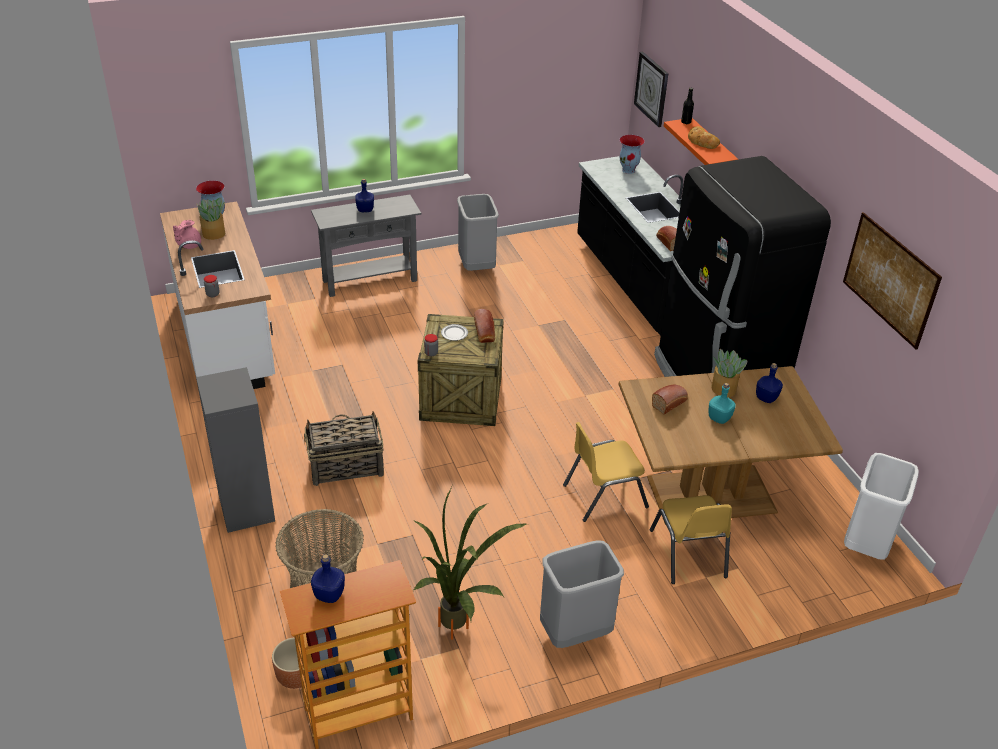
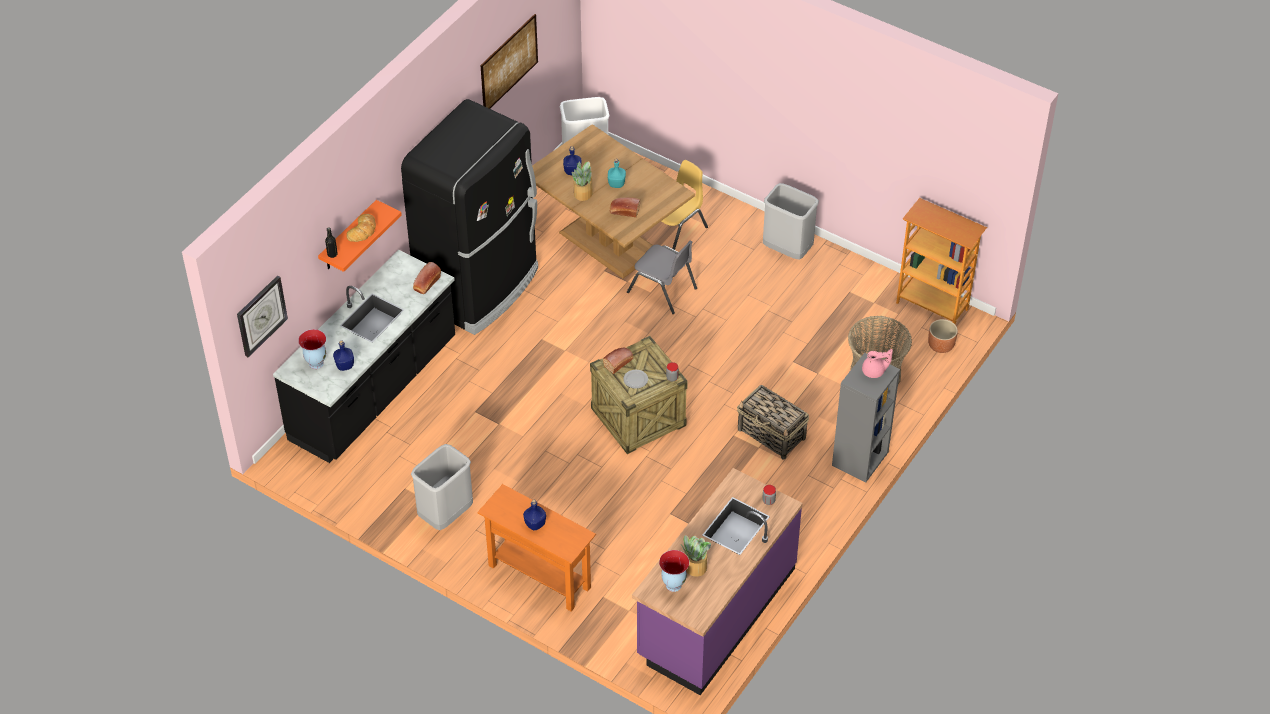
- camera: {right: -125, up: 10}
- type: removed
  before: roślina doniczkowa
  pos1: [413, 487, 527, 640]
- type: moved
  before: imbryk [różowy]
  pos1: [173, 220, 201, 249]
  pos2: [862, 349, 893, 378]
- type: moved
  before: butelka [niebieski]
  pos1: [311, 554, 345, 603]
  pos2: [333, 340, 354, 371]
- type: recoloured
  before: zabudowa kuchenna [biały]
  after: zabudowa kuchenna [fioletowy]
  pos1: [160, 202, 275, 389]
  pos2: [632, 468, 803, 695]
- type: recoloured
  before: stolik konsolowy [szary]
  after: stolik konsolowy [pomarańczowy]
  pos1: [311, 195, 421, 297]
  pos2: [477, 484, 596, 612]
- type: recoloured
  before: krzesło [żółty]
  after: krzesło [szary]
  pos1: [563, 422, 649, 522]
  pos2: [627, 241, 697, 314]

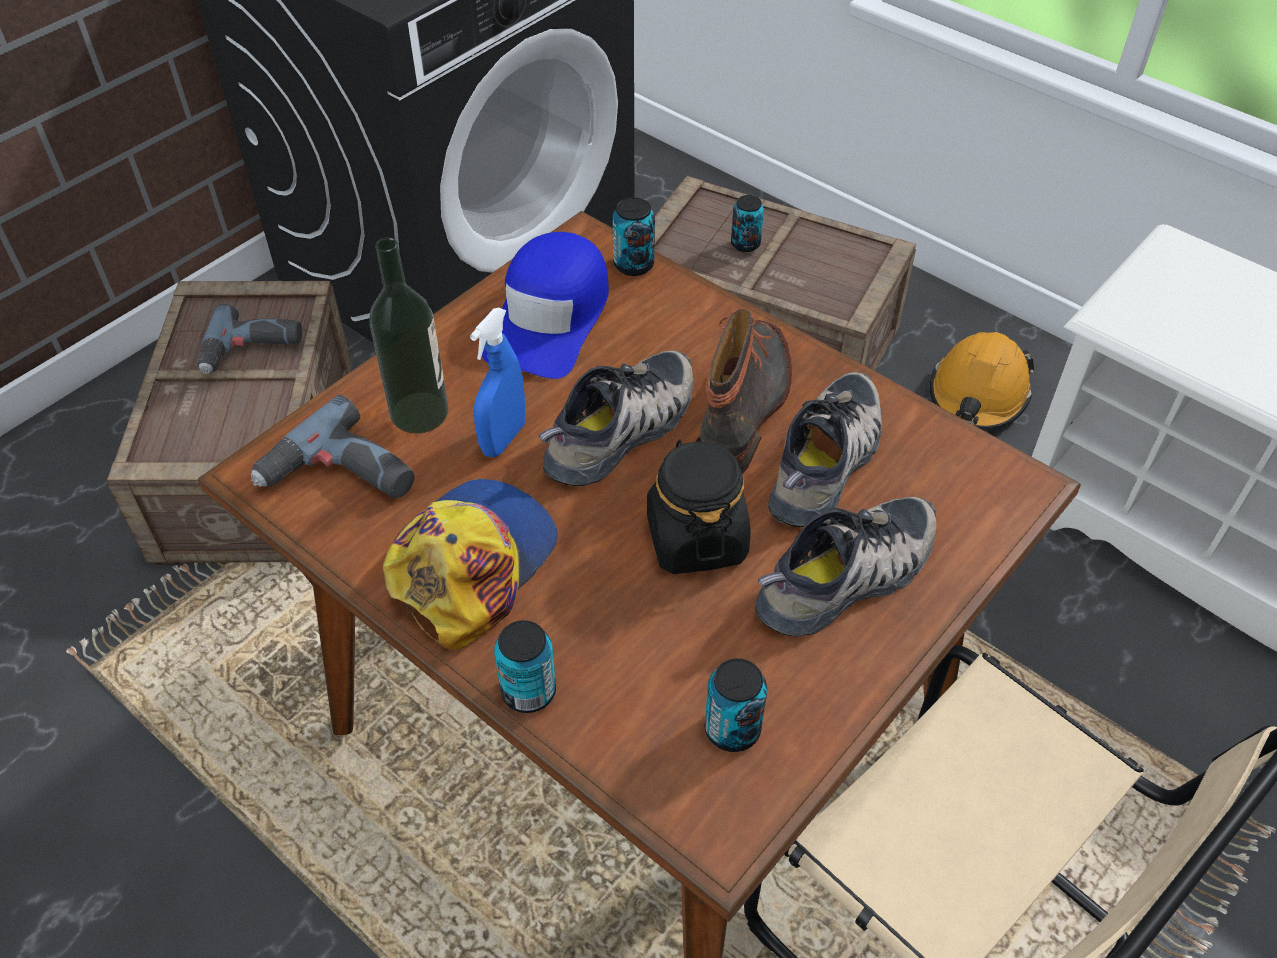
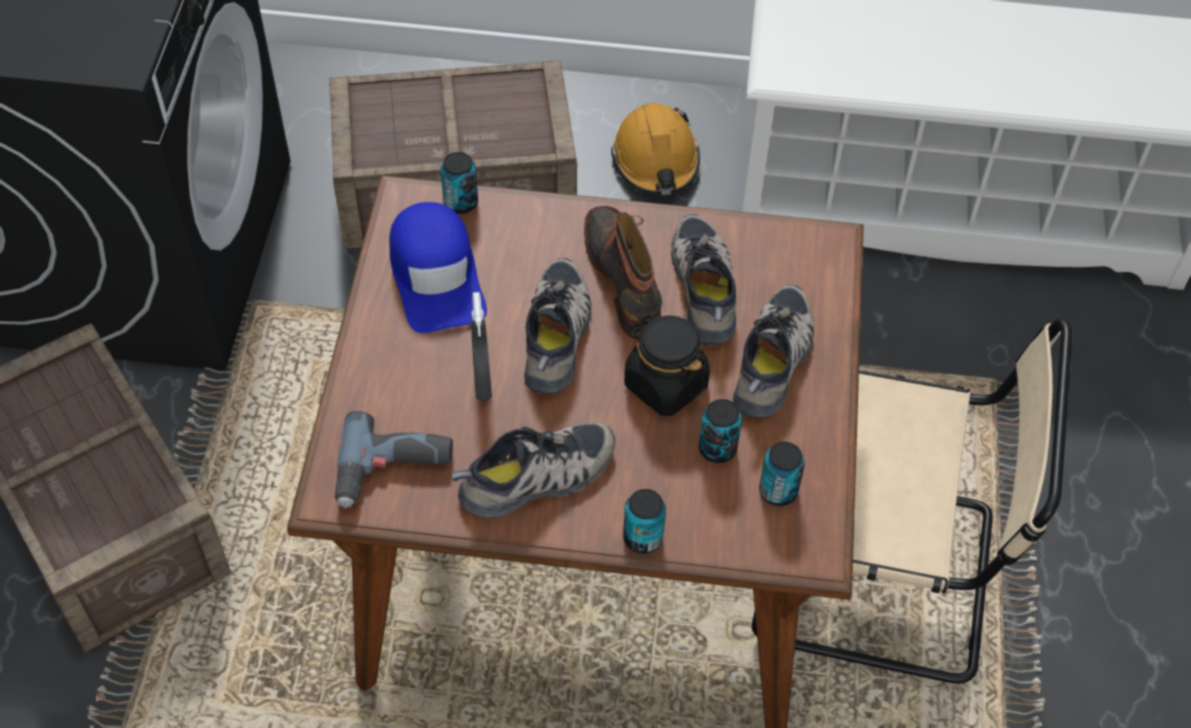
- camera: {right: -35, up: 5}
- type: removed
  before: wiertarka
  pos1: [197, 304, 302, 374]
- type: removed
  before: butelka
  pos1: [369, 238, 448, 434]
- type: moved
  before: puszka
  pos1: [731, 195, 764, 252]
  pos2: [699, 399, 742, 463]
- type: replaced
  before: czapka z daszkiem
  after: but
  pos1: [383, 479, 558, 650]
  pos2: [451, 423, 615, 518]
- type: recoloured
  before: spryskiwacz [niebieski]
  after: spryskiwacz [szary]
  pos1: [470, 307, 526, 457]
  pos2: [471, 292, 492, 402]

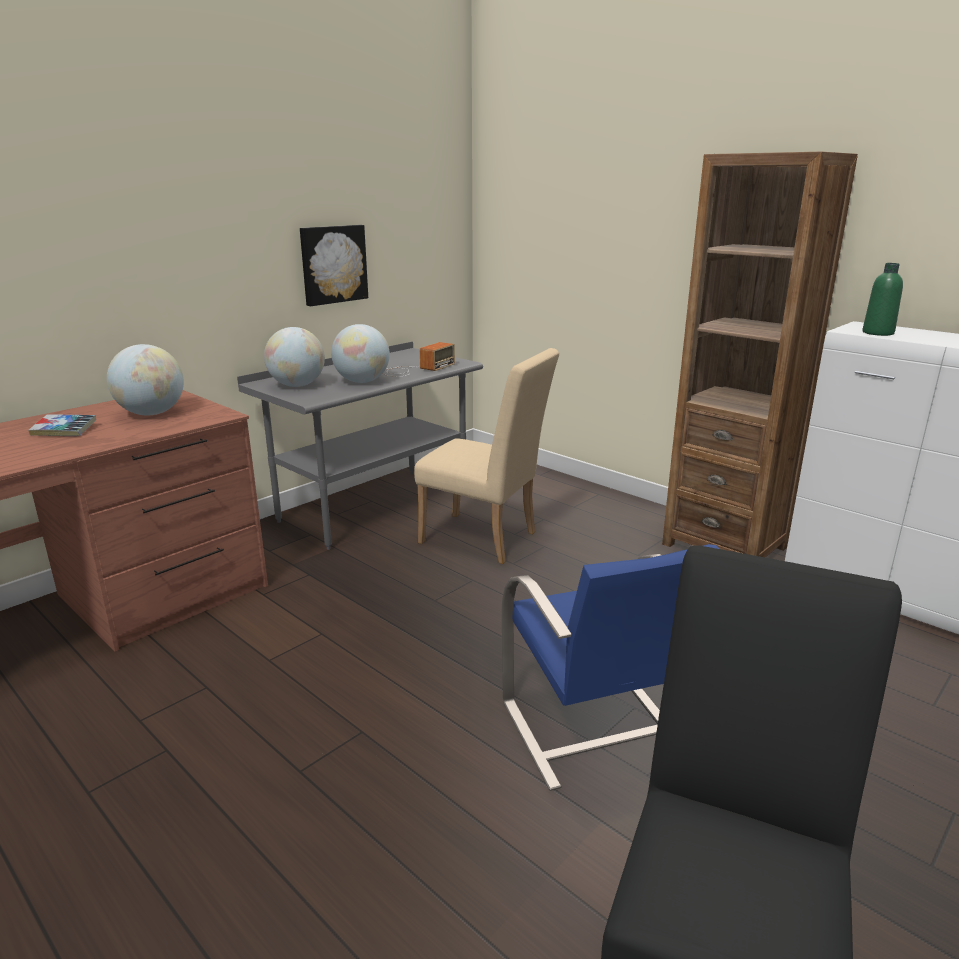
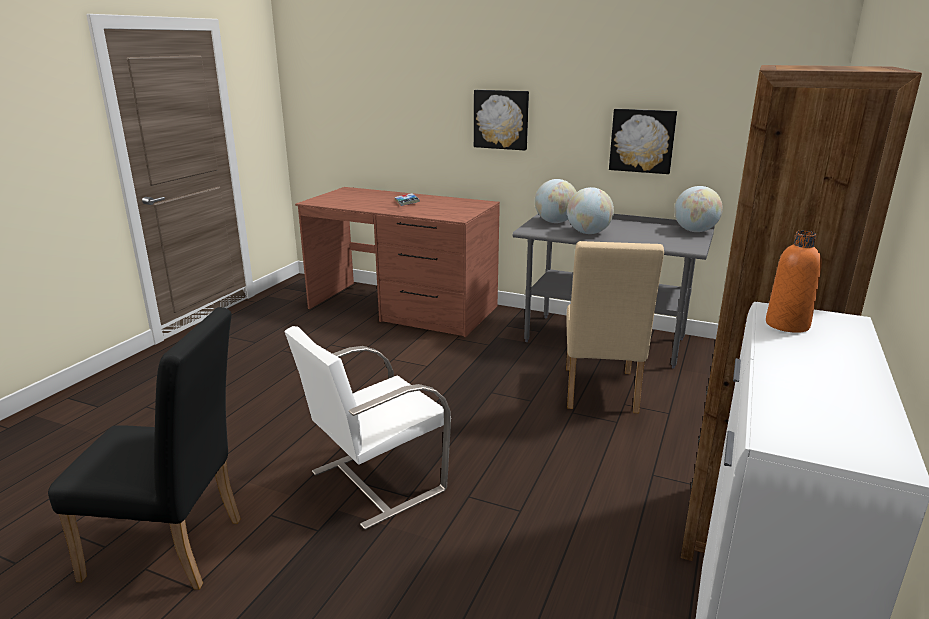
- camera: {right: 70, up: 0}
- type: removed
  before: radio
  pos1: [382, 342, 455, 377]
- type: added
  after: obraz
  pos2: [474, 90, 529, 151]
- type: moved
  before: globus
  pos1: [107, 344, 184, 415]
  pos2: [674, 186, 723, 232]
- type: recoloured
  before: krzesło [niebieski]
  after: krzesło [biały]
  pos1: [502, 544, 719, 791]
  pos2: [284, 326, 451, 530]
- type: recoloured
  before: butelka [zielony]
  after: butelka [pomarańczowy]
  pos1: [862, 263, 903, 336]
  pos2: [766, 231, 822, 333]

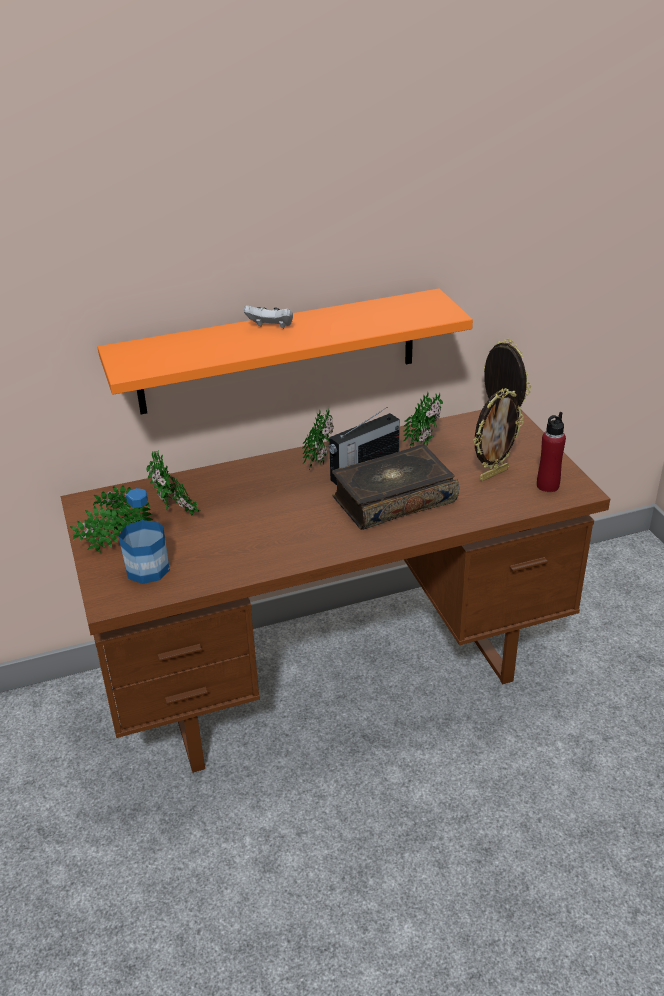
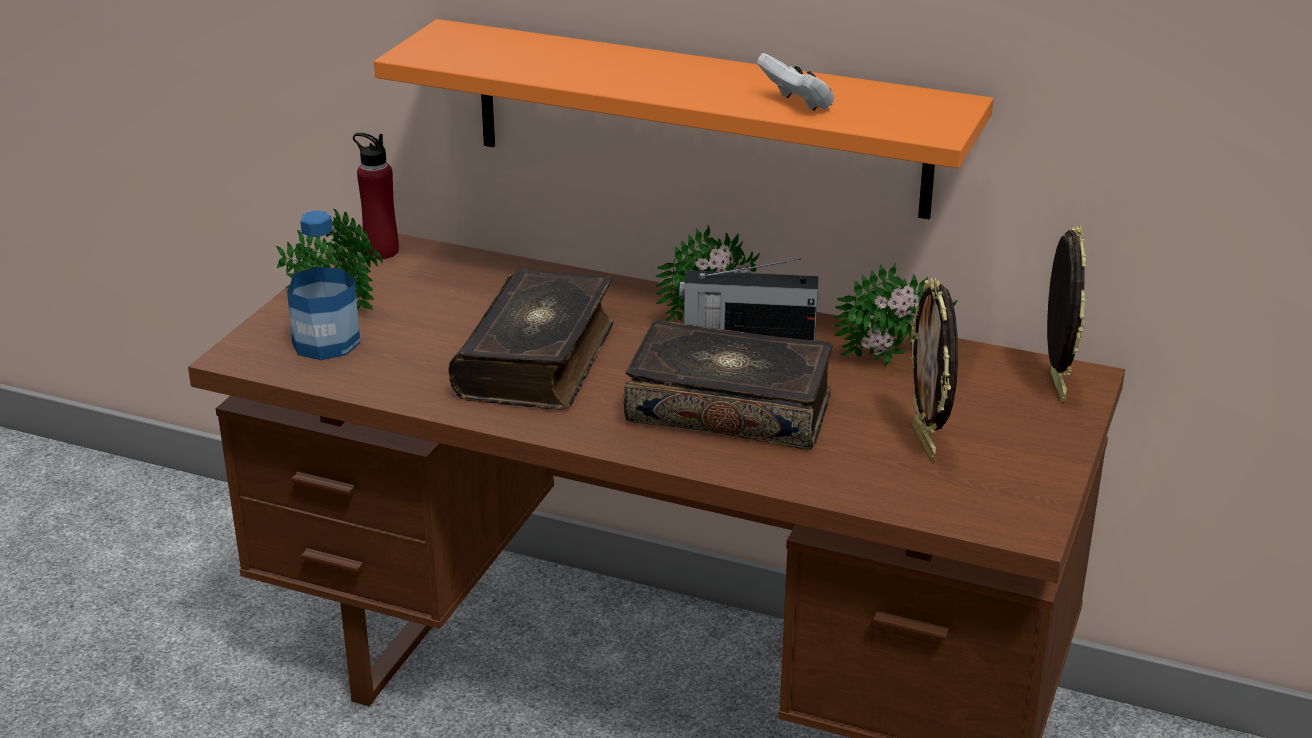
- camera: {right: 40, up: -5}
- type: removed
  before: roślina doniczkowa
  pos1: [147, 450, 200, 515]
- type: added
  after: książka
  pos2: [448, 269, 614, 410]
- type: moved
  before: pad do gier [biały]
  pos1: [244, 305, 293, 328]
  pos2: [757, 53, 834, 111]
- type: moved
  before: butelka [czerwony]
  pos1: [537, 412, 566, 492]
  pos2: [353, 133, 399, 259]
- type: turned
  before: ramka na zdjęcie
  pos1: [474, 388, 524, 481]
  pos2: [911, 278, 958, 461]
  turn: 75

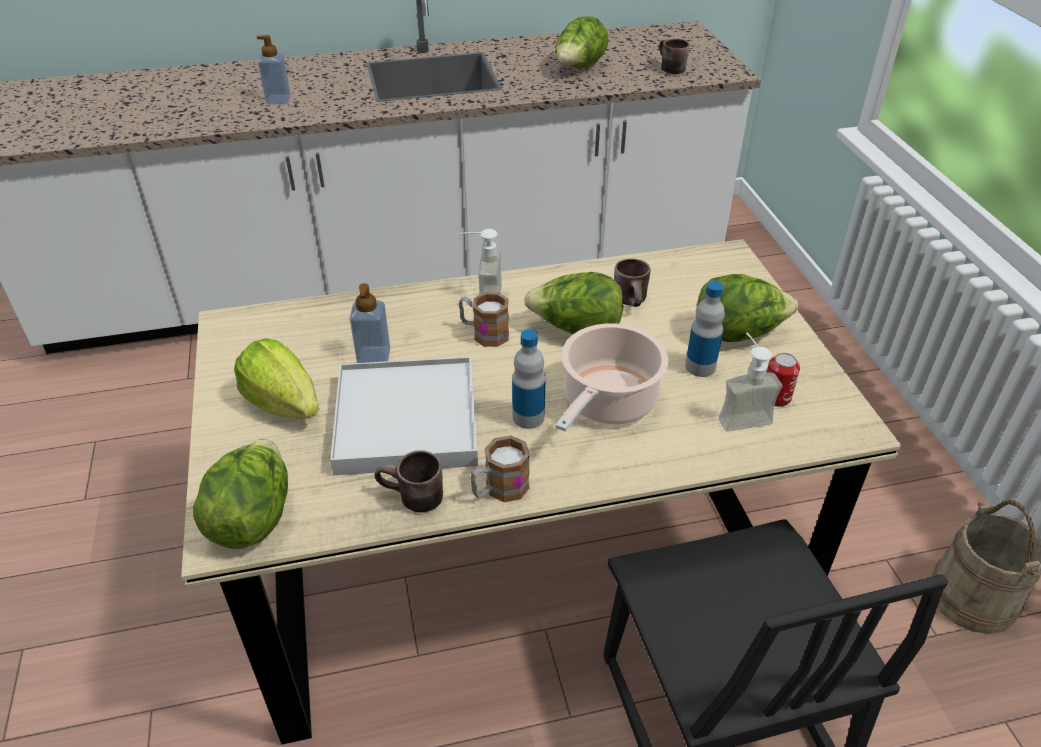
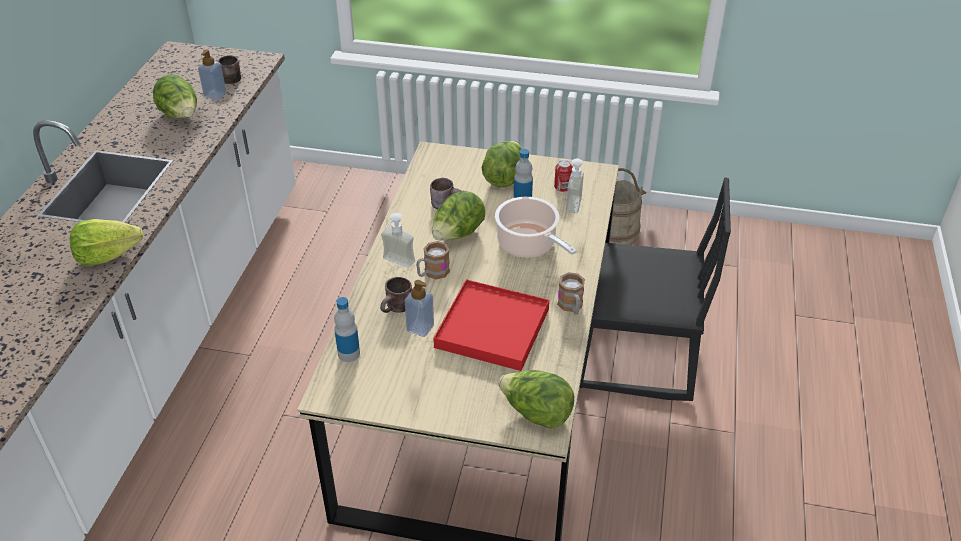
- camera: {right: -65, up: 0}
- type: moved
  before: sałata
  pos1: [234, 338, 319, 419]
  pos2: [69, 219, 143, 266]
- type: moved
  before: dozownik mydła
  pos1: [257, 35, 291, 104]
  pos2: [198, 49, 227, 100]
- type: moved
  before: kubek [brązowy]
  pos1: [374, 450, 443, 512]
  pos2: [380, 277, 412, 313]
- type: moved
  before: butelka
  pos1: [512, 329, 546, 429]
  pos2: [334, 297, 360, 362]
- type: recoloured
  before: taca [biały]
  after: taca [czerwony]
  pos1: [330, 357, 478, 475]
  pos2: [433, 279, 549, 371]

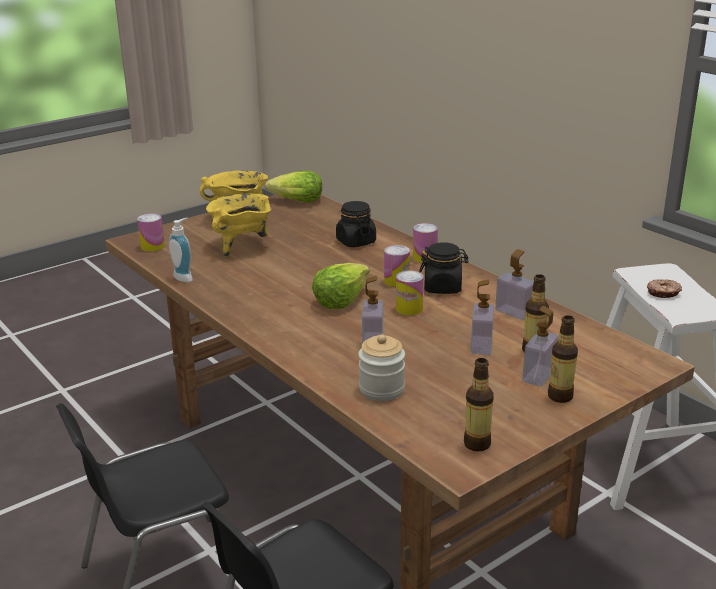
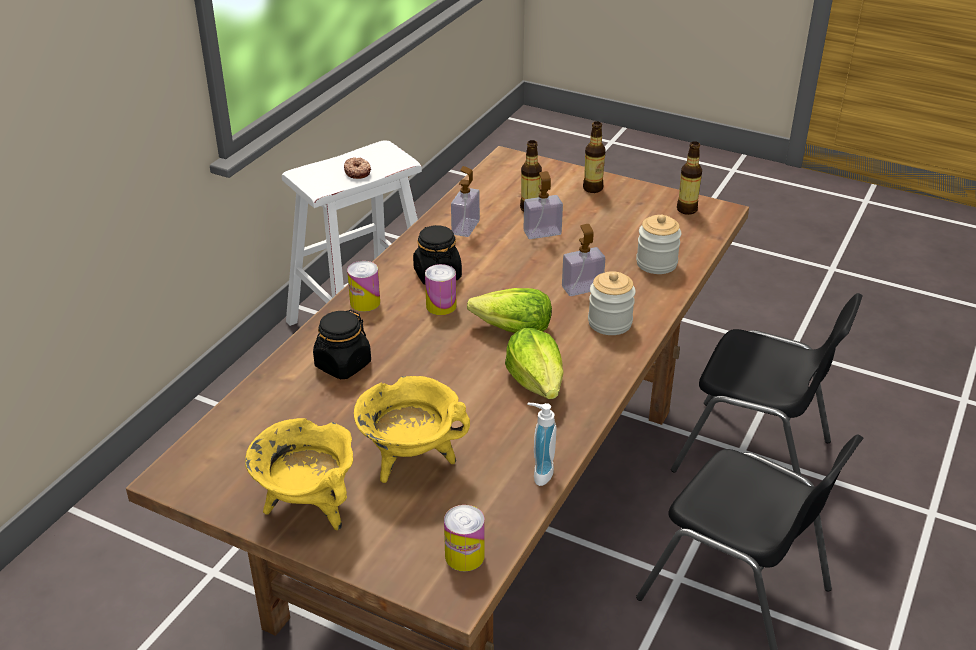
- camera: {right: -115, up: 10}
- type: removed
  before: puszka
  pos1: [396, 270, 424, 315]
- type: removed
  before: dozownik mydła
  pos1: [522, 306, 559, 387]
- type: added
  after: słoik
  pos2: [588, 271, 636, 335]
- type: moved
  before: sałata
  pos1: [265, 171, 322, 202]
  pos2: [505, 328, 564, 399]

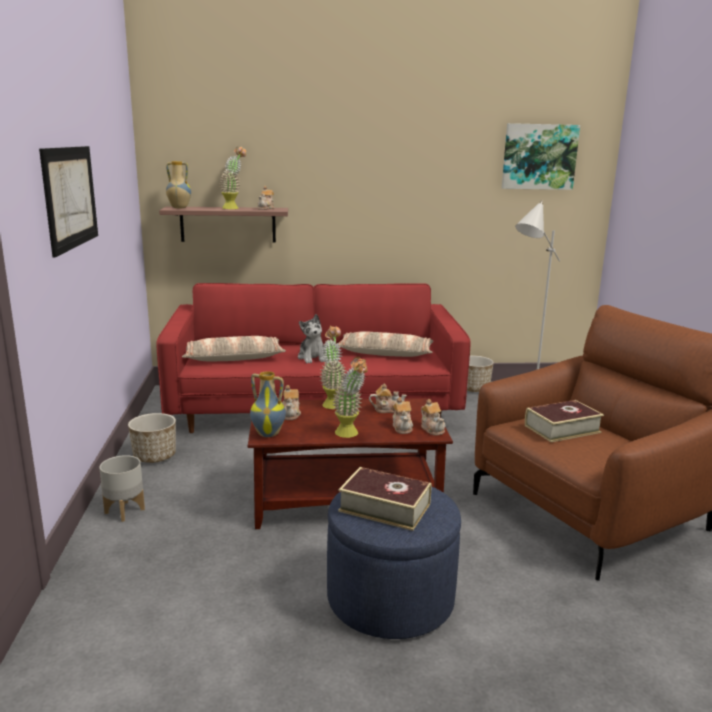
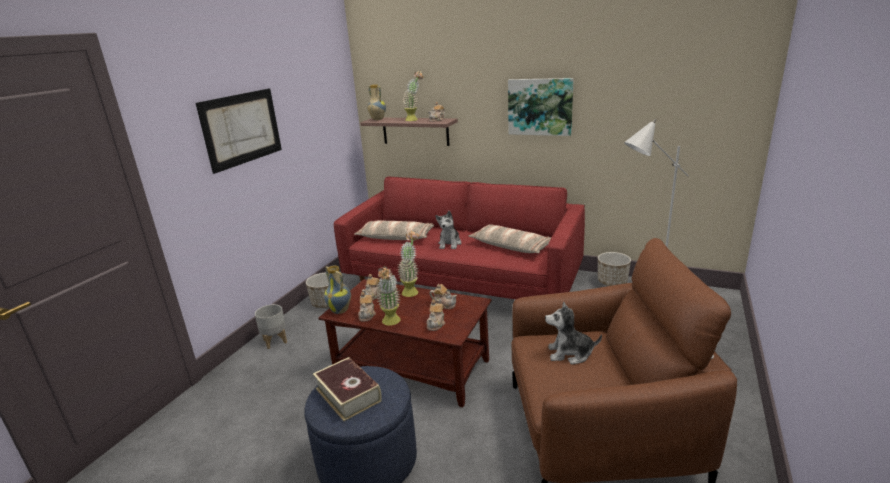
- camera: {right: 30, up: 5}
- type: moved
  before: imbryk
  pos1: [421, 399, 446, 436]
  pos2: [358, 292, 376, 322]
- type: moved
  before: obraz
  pos1: [502, 123, 580, 190]
  pos2: [508, 78, 574, 136]
- type: replaced
  before: książka
  after: pluszak
  pos1: [525, 400, 604, 442]
  pos2: [545, 301, 602, 364]

